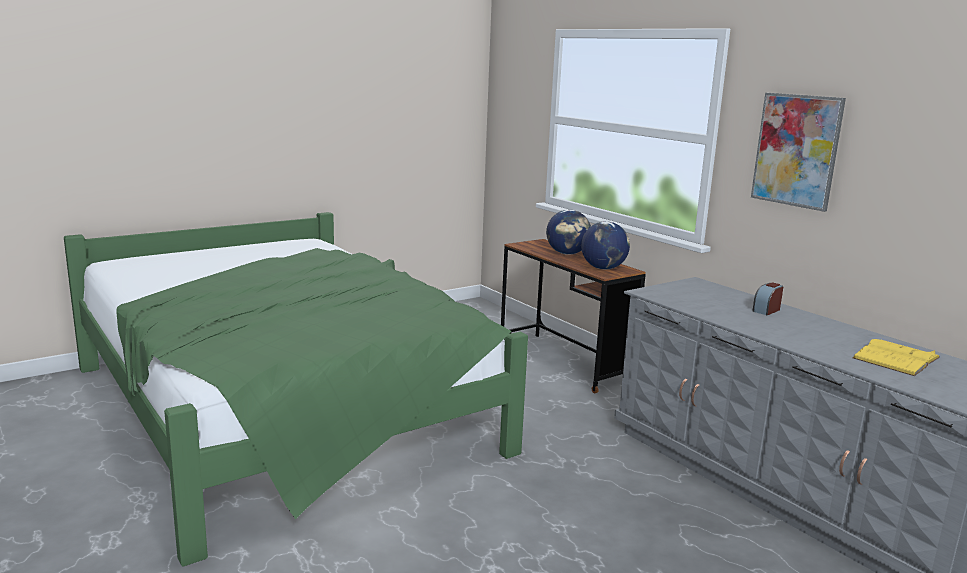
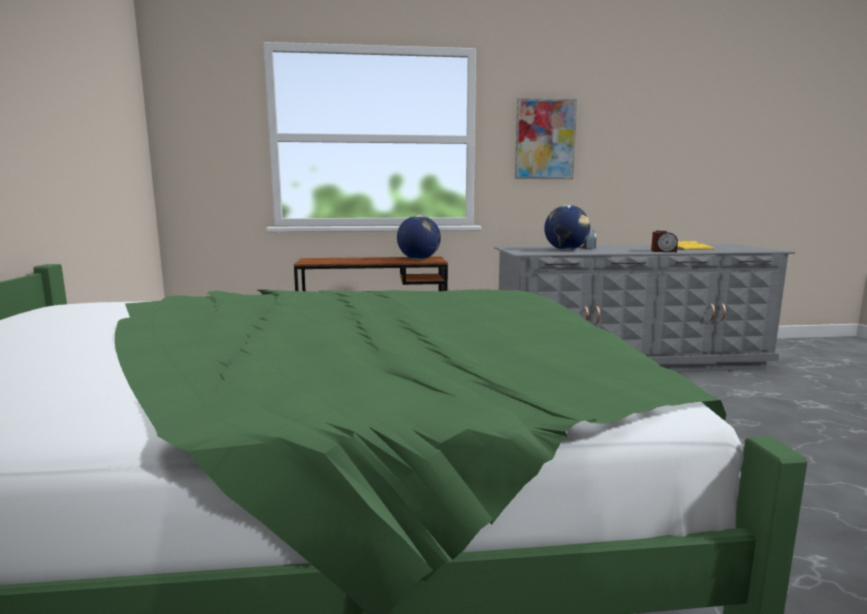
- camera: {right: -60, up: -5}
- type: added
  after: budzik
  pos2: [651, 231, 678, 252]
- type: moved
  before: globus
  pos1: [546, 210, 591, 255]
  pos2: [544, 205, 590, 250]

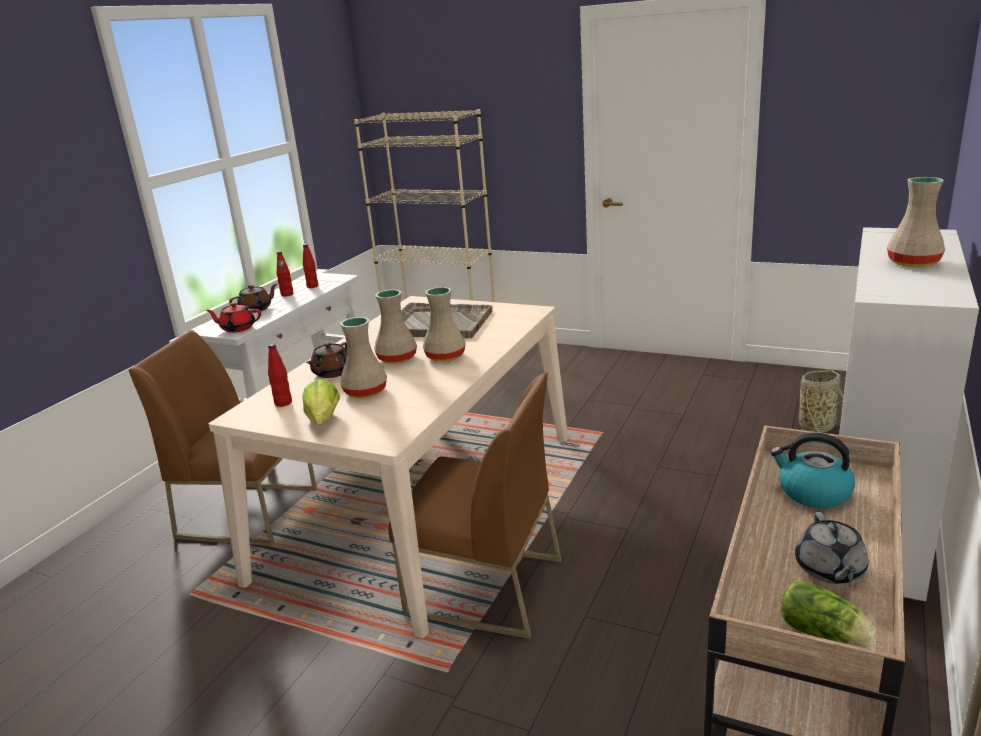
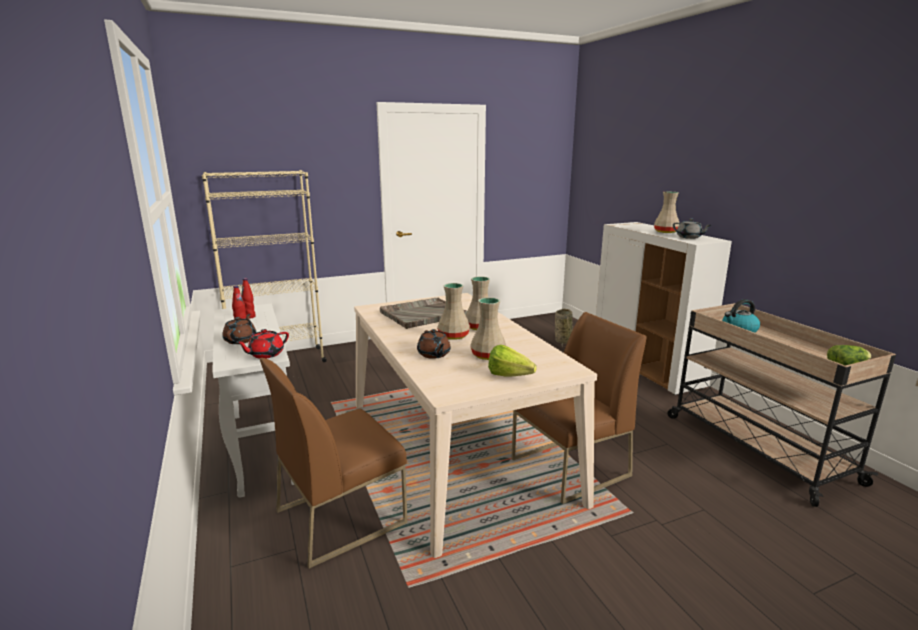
- camera: {right: -50, up: -5}
- type: removed
  before: butelka [czerwony]
  pos1: [268, 344, 292, 407]
- type: moved
  before: imbryk [szary]
  pos1: [795, 512, 869, 584]
  pos2: [673, 218, 711, 239]

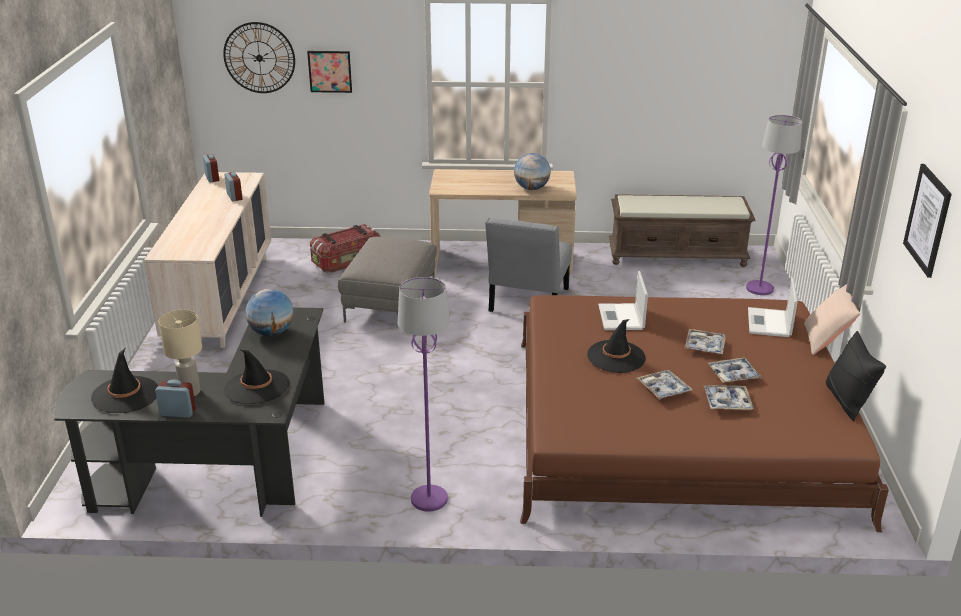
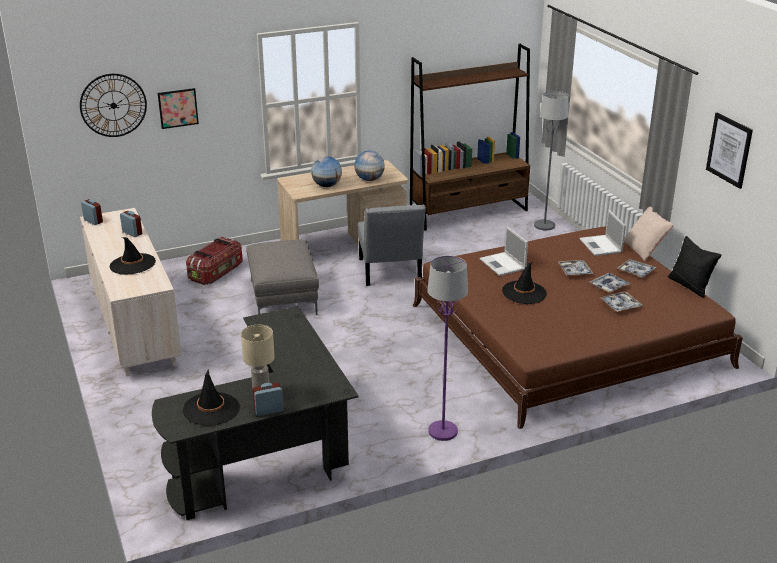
- camera: {right: -25, up: 0}
- type: moved
  before: kapelusz [czarny]
  pos1: [224, 349, 289, 404]
  pos2: [109, 237, 156, 275]
- type: moved
  before: globus
  pos1: [246, 289, 294, 336]
  pos2: [311, 156, 342, 187]
- type: moved
  before: taca
  pos1: [637, 370, 692, 400]
  pos2: [616, 259, 656, 278]
- type: replaced
  before: ławka [brązowy]
  after: regał [brązowy]
  pos1: [609, 194, 756, 267]
  pos2: [410, 44, 530, 231]
- type: recoloured
  before: lampa stojąca [fioletowy]
  after: lampa stojąca [szary]
  pos1: [746, 115, 802, 295]
  pos2: [534, 91, 568, 231]

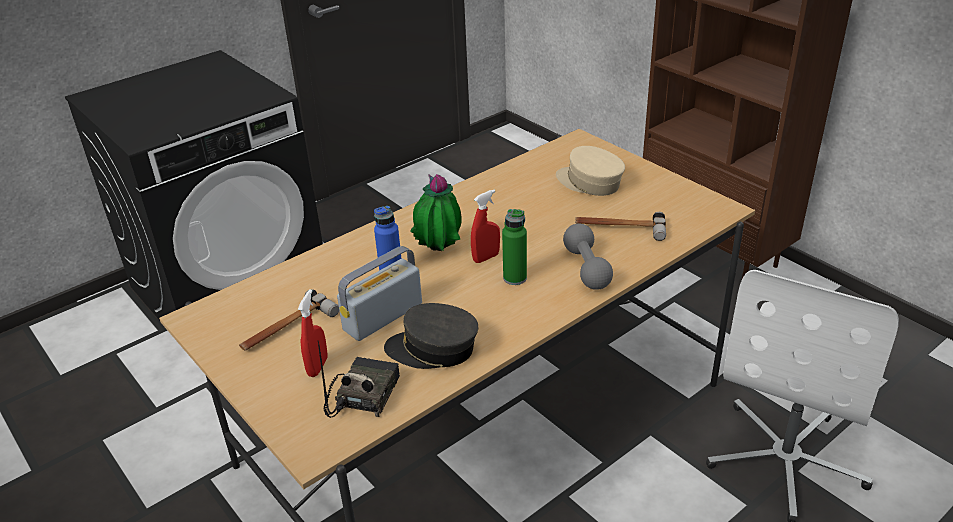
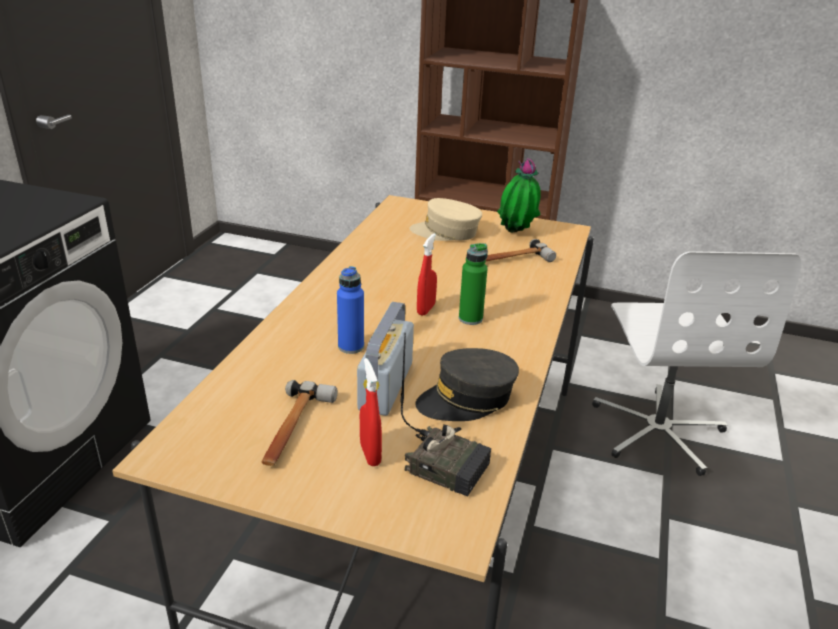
- camera: {right: -35, up: -5}
- type: removed
  before: hantel [szary]
  pos1: [563, 223, 613, 290]
- type: moved
  before: roślina doniczkowa
  pos1: [410, 174, 462, 251]
  pos2: [497, 158, 541, 233]
- type: turned
  before: radio
  pos1: [318, 341, 400, 418]
  pos2: [401, 333, 491, 496]
  turn: 135

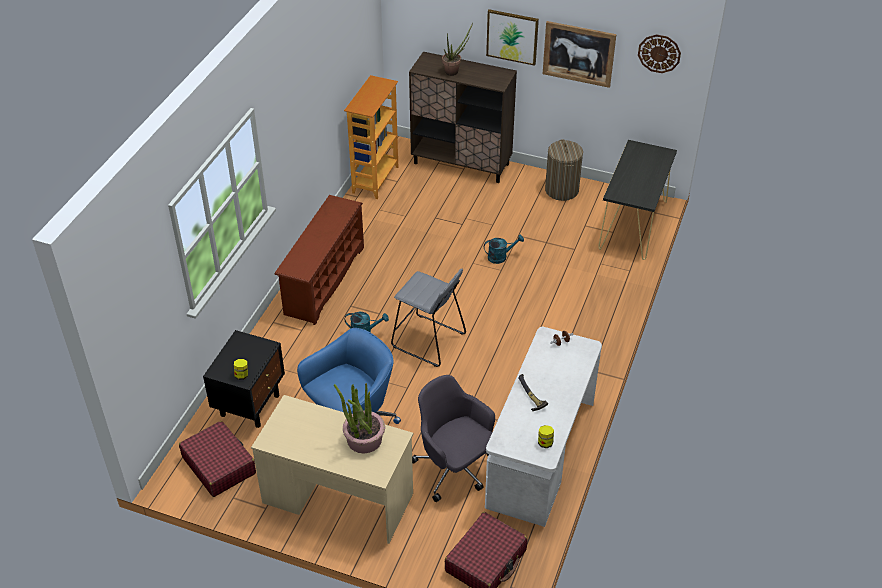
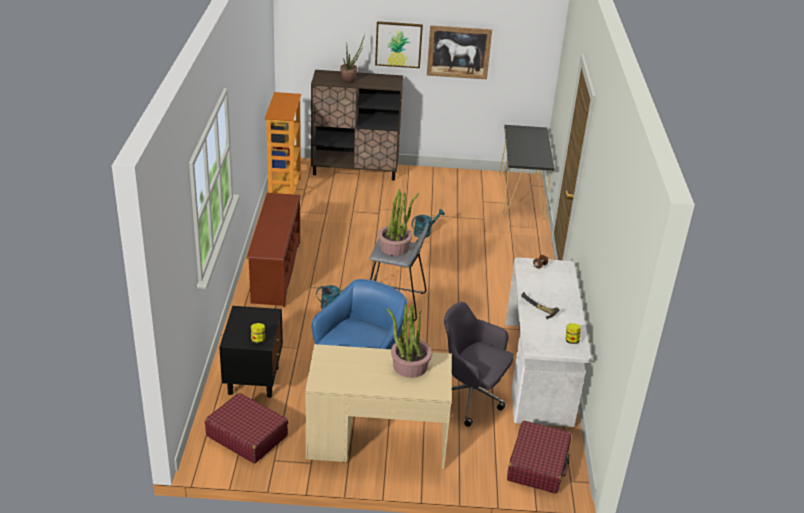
- camera: {right: -20, up: -10}
- type: removed
  before: kosz na pranie
  pos1: [545, 139, 583, 201]
- type: removed
  before: zegar ścienny
  pos1: [638, 34, 681, 73]
- type: added
  after: roślina doniczkowa
  pos2: [378, 189, 419, 256]

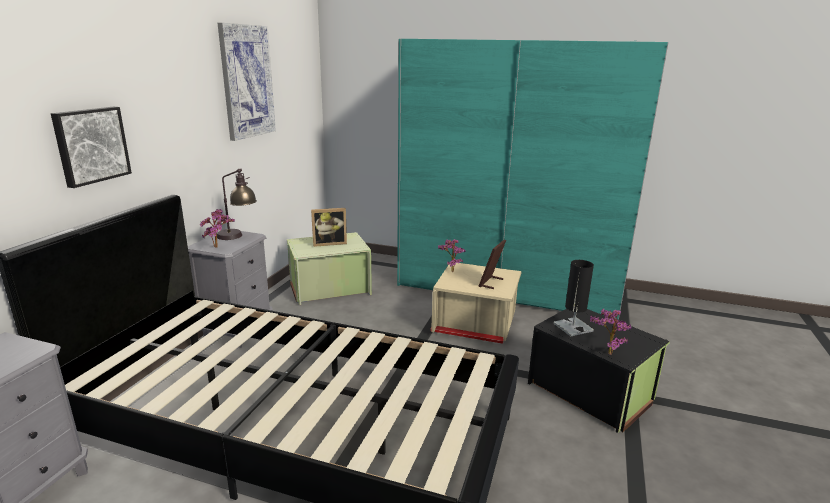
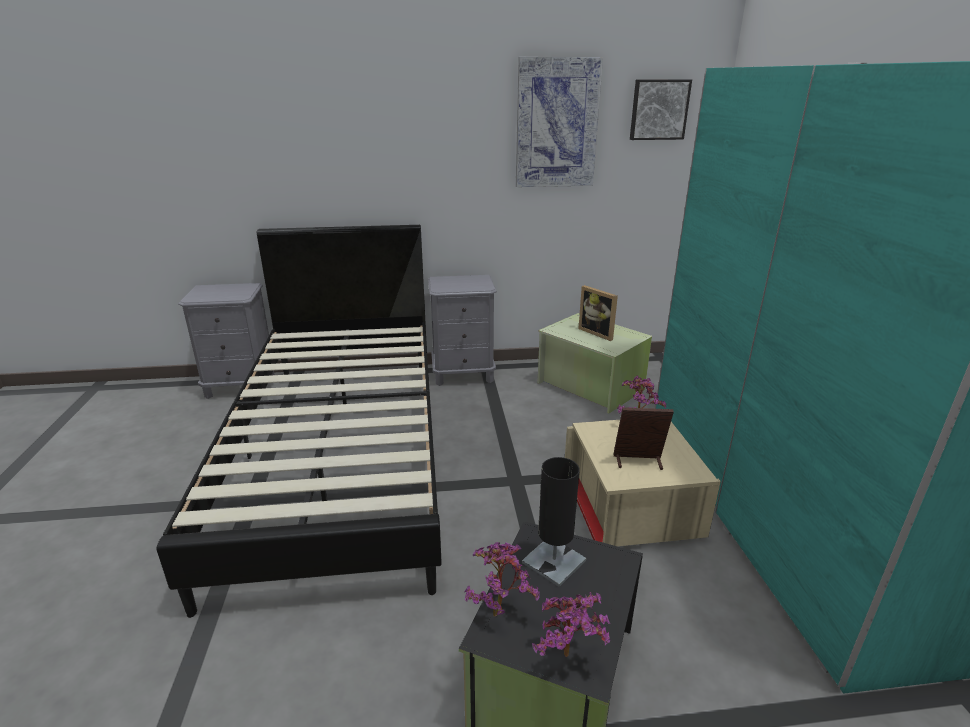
- camera: {right: 65, up: 5}
- type: removed
  before: lampa stołowa
  pos1: [217, 168, 257, 240]
- type: moved
  before: obraz
  pos1: [51, 107, 132, 188]
  pos2: [630, 80, 692, 140]
- type: moved
  before: roślina doniczkowa
  pos1: [200, 209, 235, 248]
  pos2: [532, 592, 610, 657]

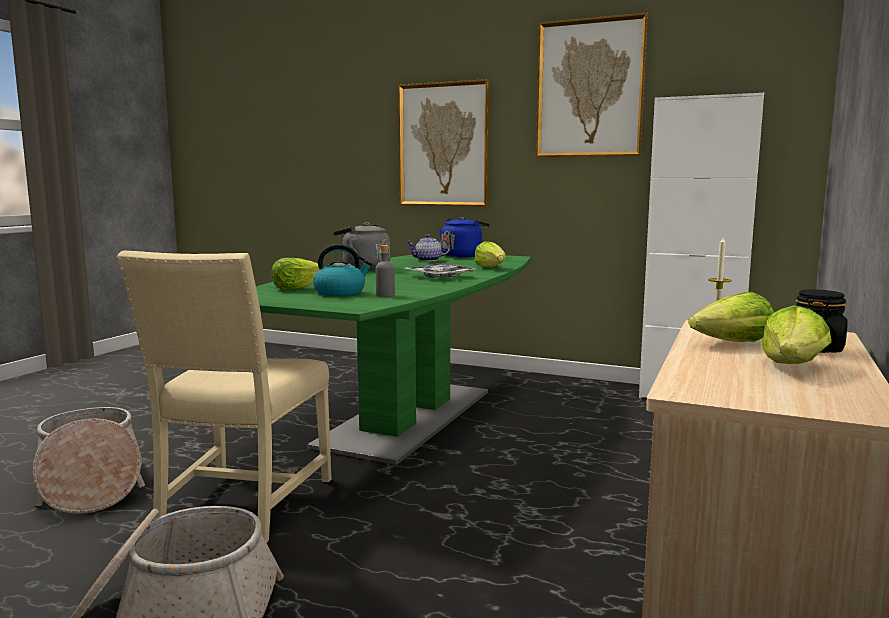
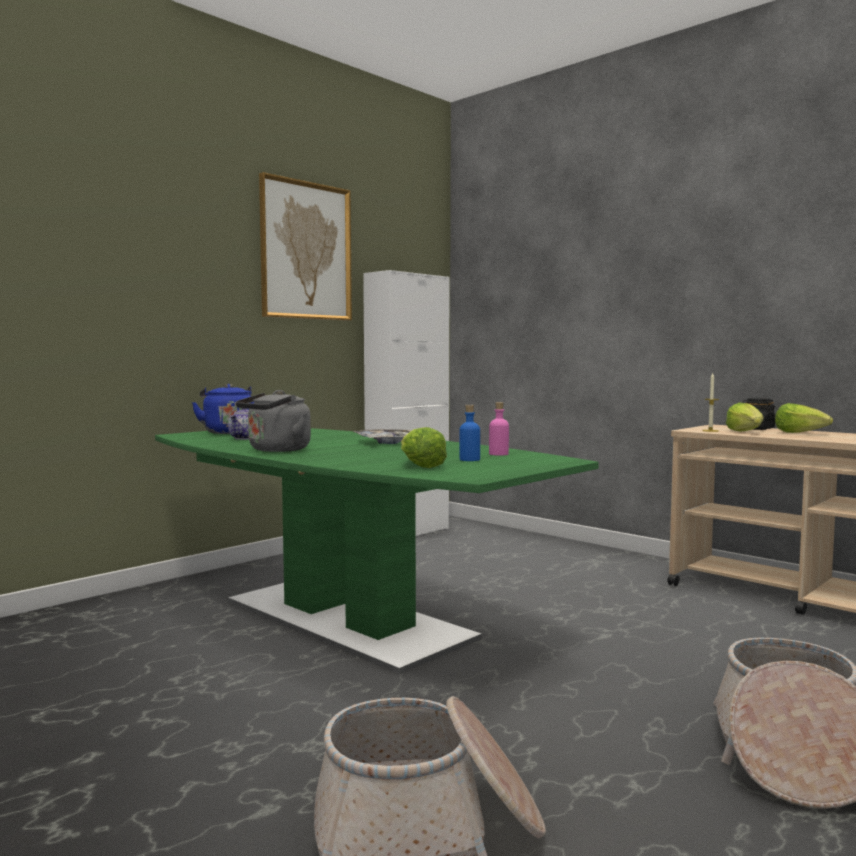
- camera: {right: -70, up: -5}
- type: removed
  before: krzesło [beżowy]
  pos1: [117, 250, 331, 543]
- type: removed
  before: obraz
  pos1: [398, 79, 490, 207]
- type: removed
  before: sałata
  pos1: [474, 241, 505, 267]
- type: replaced
  before: czajnik
  after: butelka [niebieski]
  pos1: [313, 244, 372, 296]
  pos2: [459, 405, 480, 461]
- type: recoloured
  before: butelka [szary]
  after: butelka [różowy]
  pos1: [376, 245, 395, 297]
  pos2: [489, 402, 509, 456]

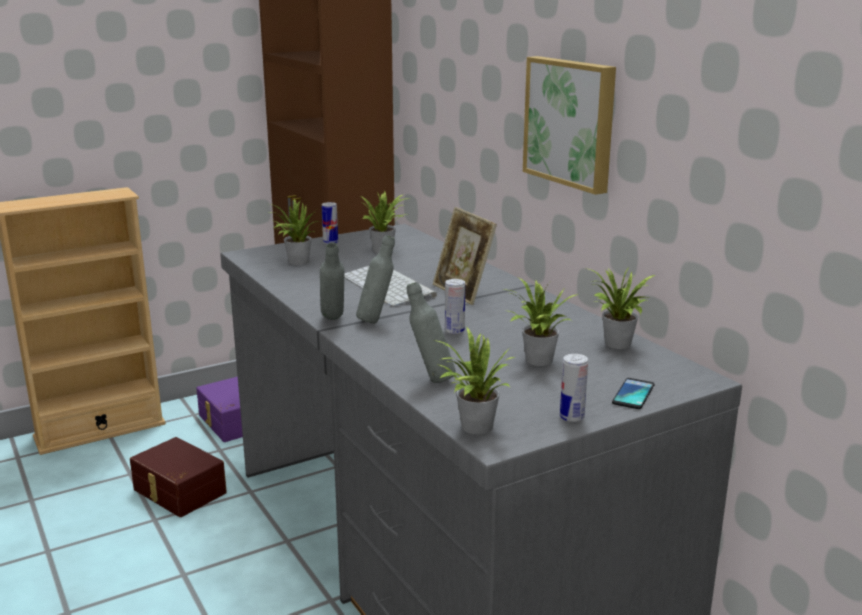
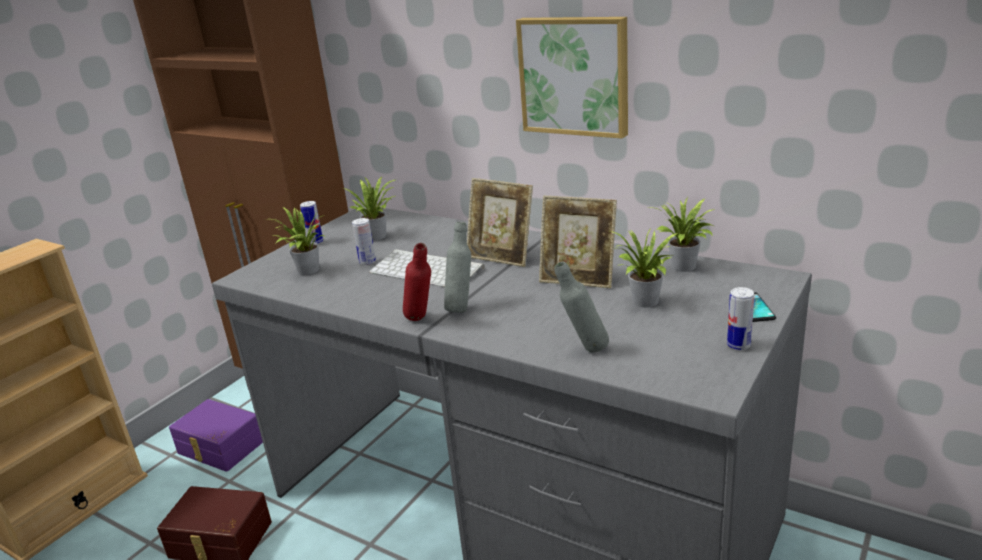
- camera: {right: -25, up: 5}
- type: removed
  before: roślina doniczkowa
  pos1: [434, 327, 516, 434]
- type: added
  after: ramka na zdjęcie
  pos2: [539, 196, 617, 288]
- type: moved
  before: puszka
  pos1: [445, 279, 465, 334]
  pos2: [352, 218, 376, 265]
- type: recoloured
  before: butelka [szary]
  after: butelka [czerwony]
  pos1: [320, 242, 344, 320]
  pos2: [403, 243, 431, 321]

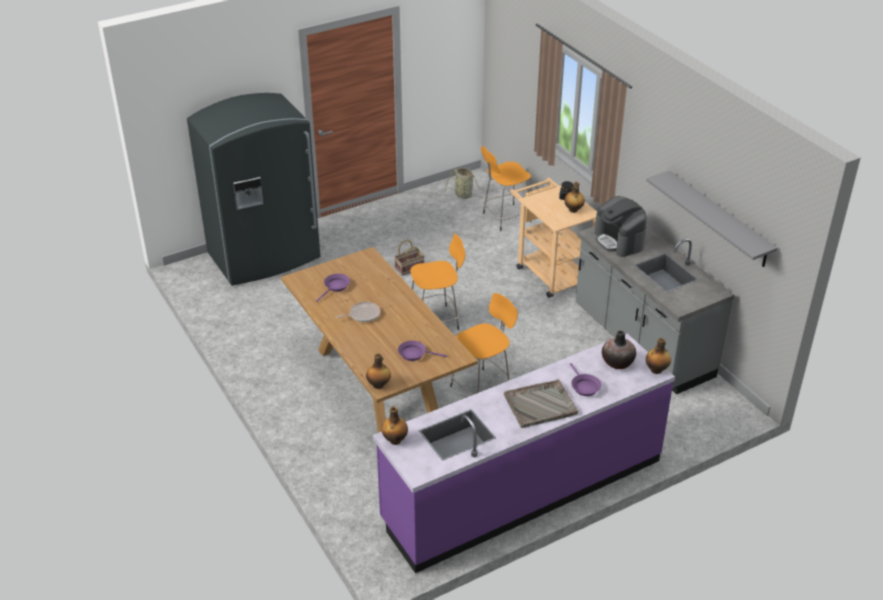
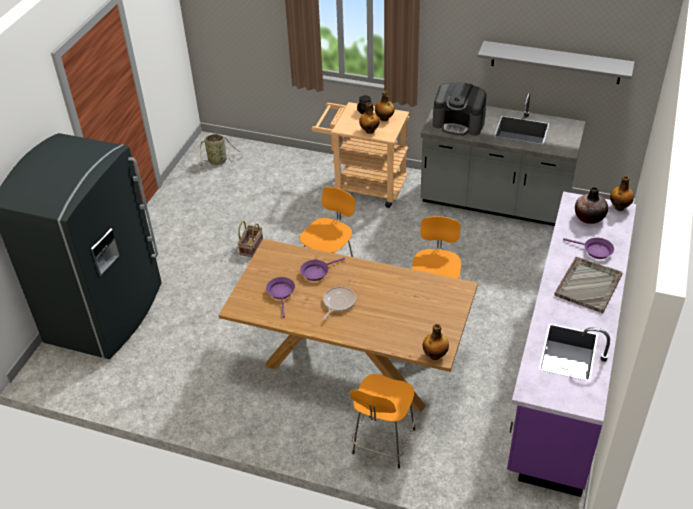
- camera: {right: -40, up: 5}
- type: moved
  before: butelka
  pos1: [382, 407, 408, 445]
  pos2: [359, 102, 380, 134]
- type: moved
  before: patelnia [fioletowy]
  pos1: [398, 341, 447, 361]
  pos2: [300, 257, 345, 281]
- type: moved
  before: stołek [pomarańczowy]
  pos1: [481, 146, 532, 231]
  pos2: [350, 374, 415, 468]

